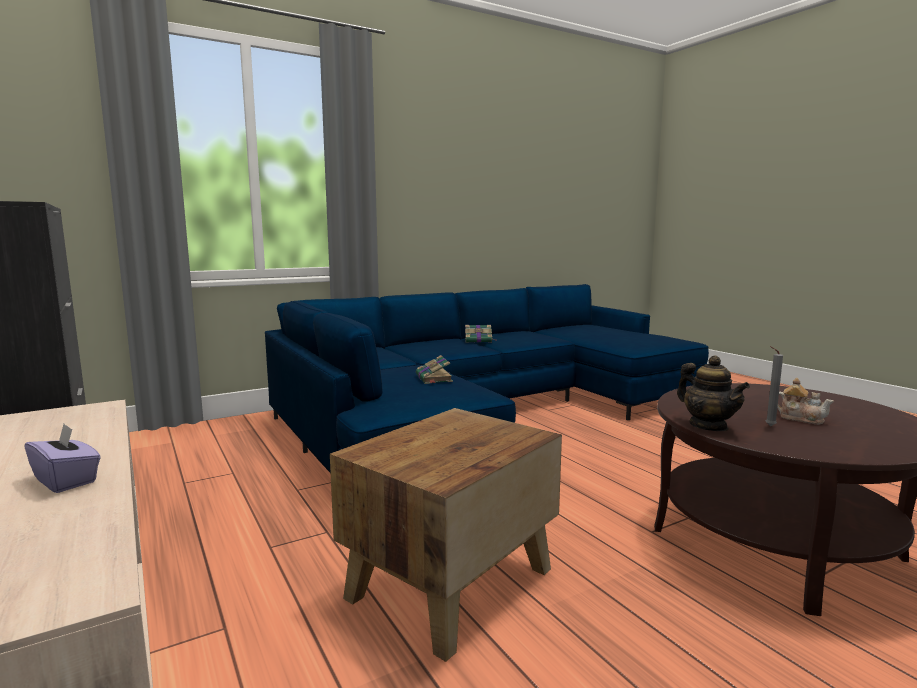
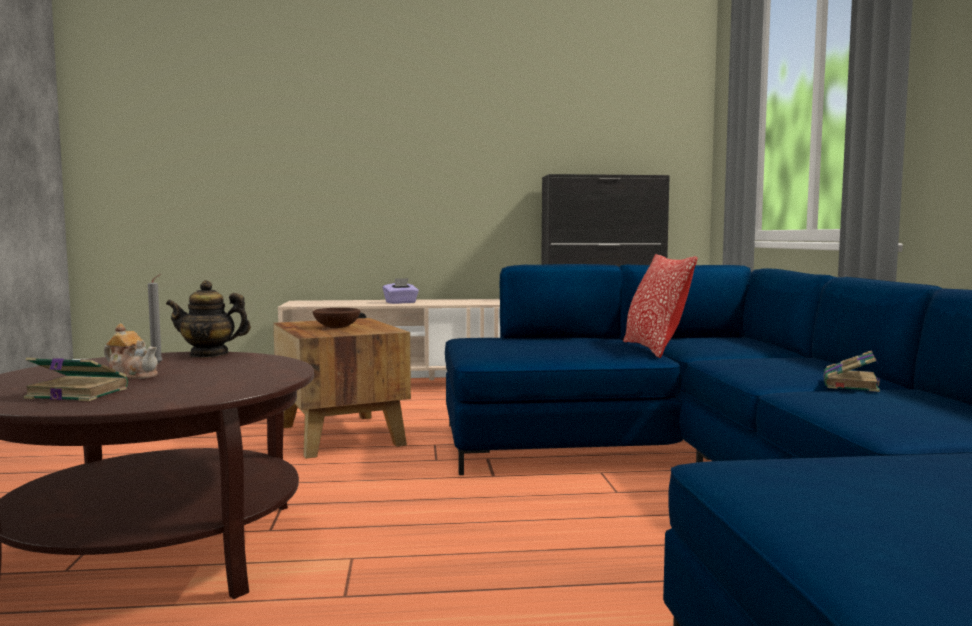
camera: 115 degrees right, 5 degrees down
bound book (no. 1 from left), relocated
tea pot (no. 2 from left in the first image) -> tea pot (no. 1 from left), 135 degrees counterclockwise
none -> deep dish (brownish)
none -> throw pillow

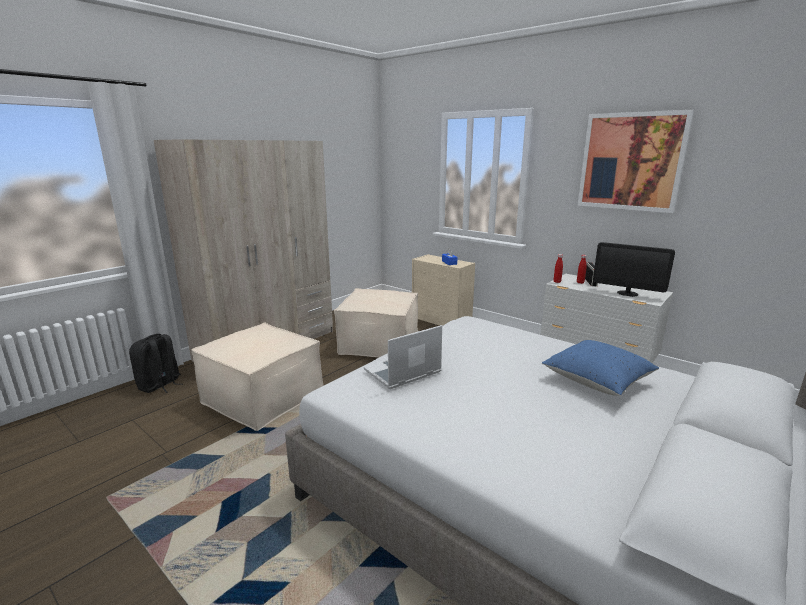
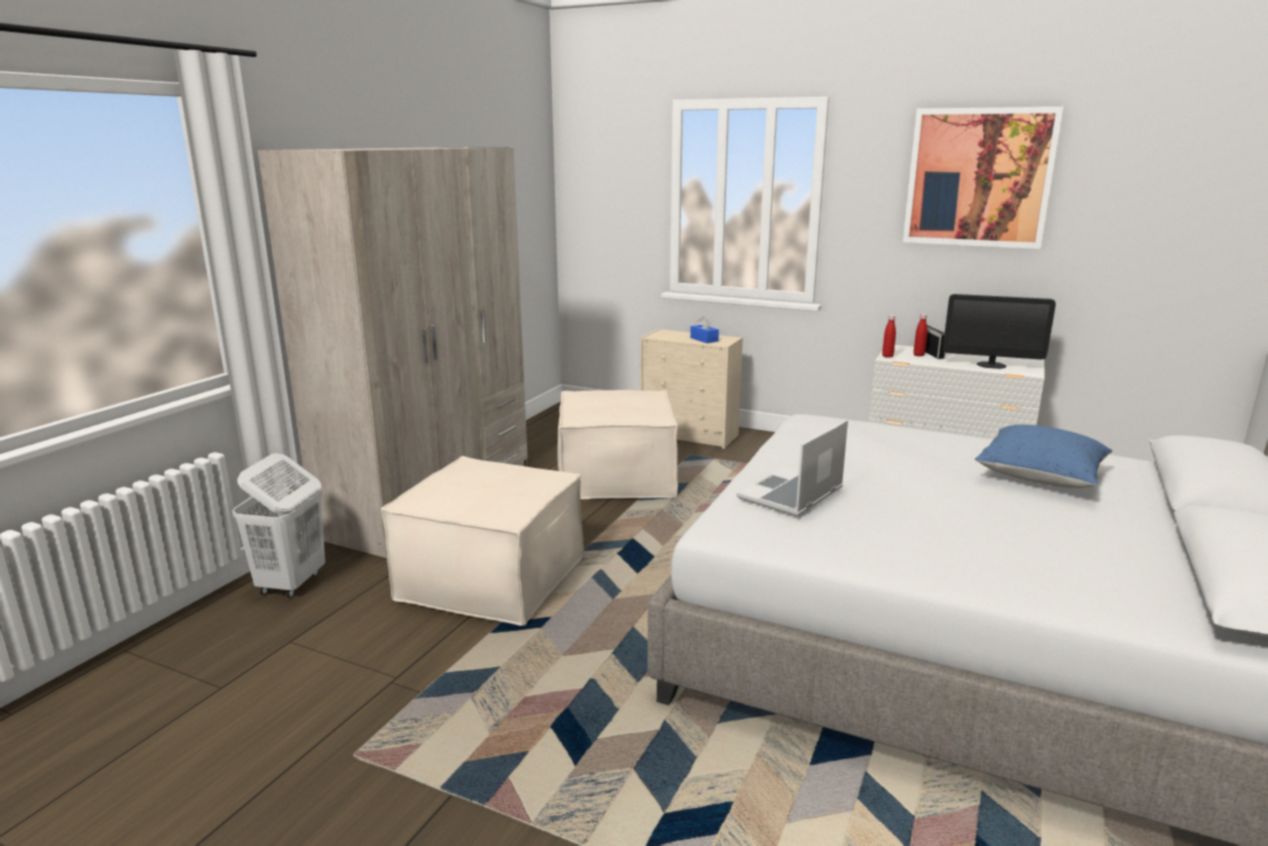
camera: 15 degrees left, 0 degrees up
rucksack (black-coloured) -> hamper (white-coloured)

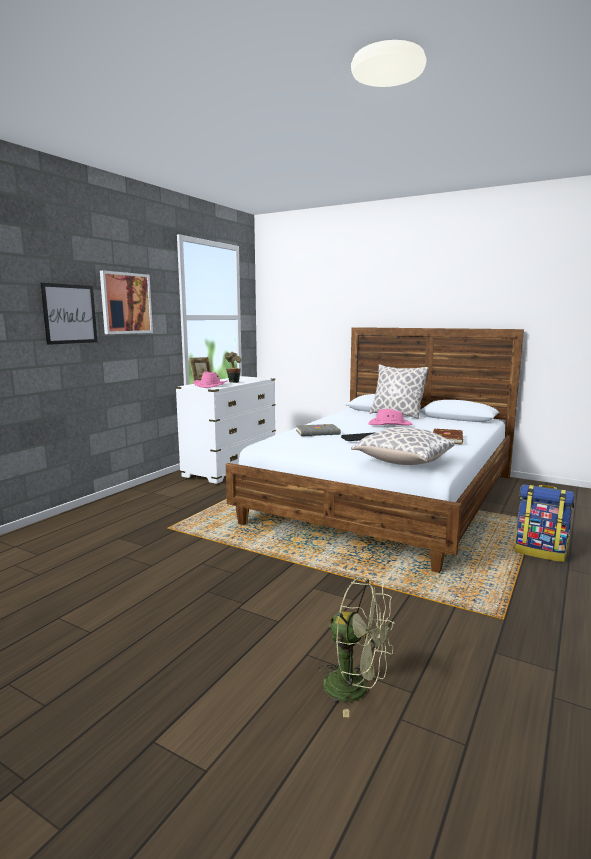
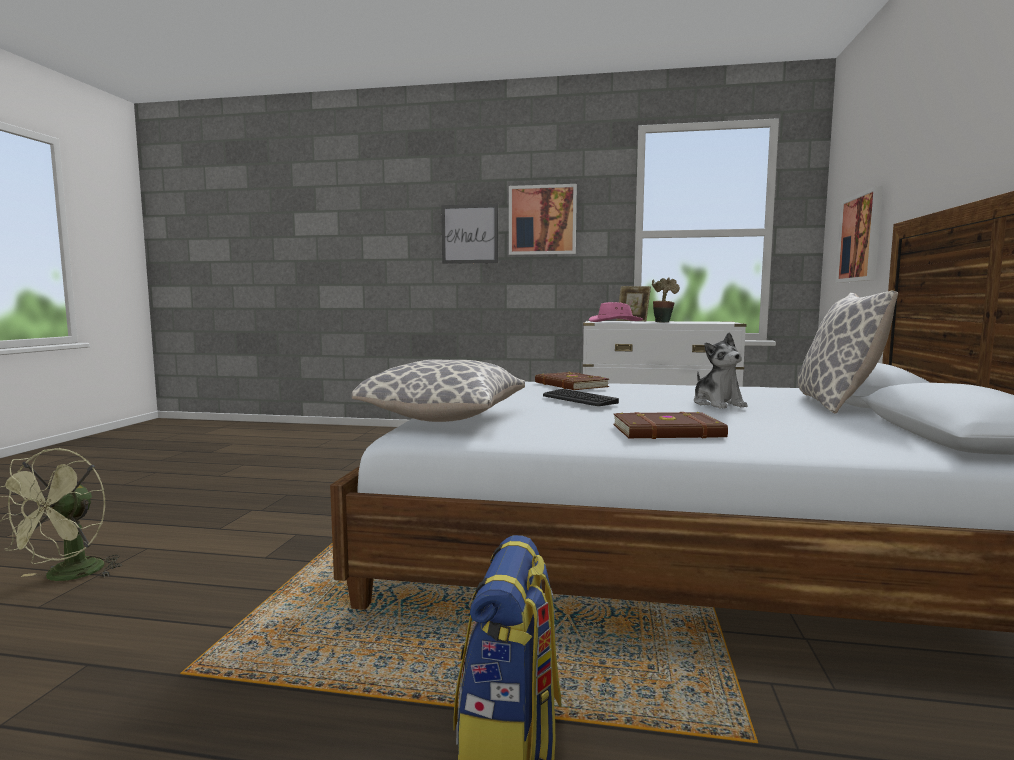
camera: 70 degrees right, 5 degrees down
bound book (gray) -> bound book (brownish) (no. 1 from left)
hat (pink-coloured) (no. 2 from left) -> soft toy
none -> wall art (no. 3 from left)

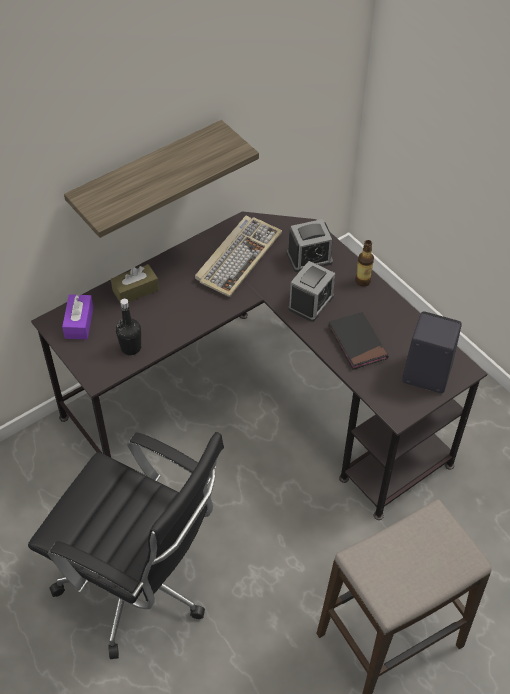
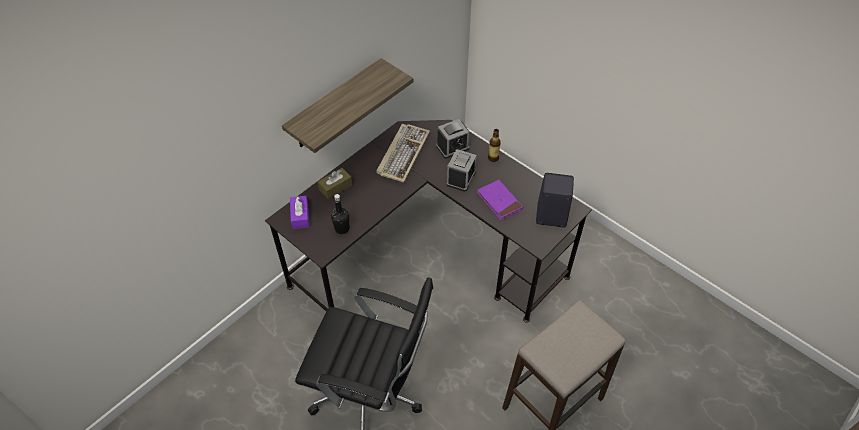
camera: 10 degrees left, 0 degrees up
bound book (black-coloured) -> bound book (purple-coloured)

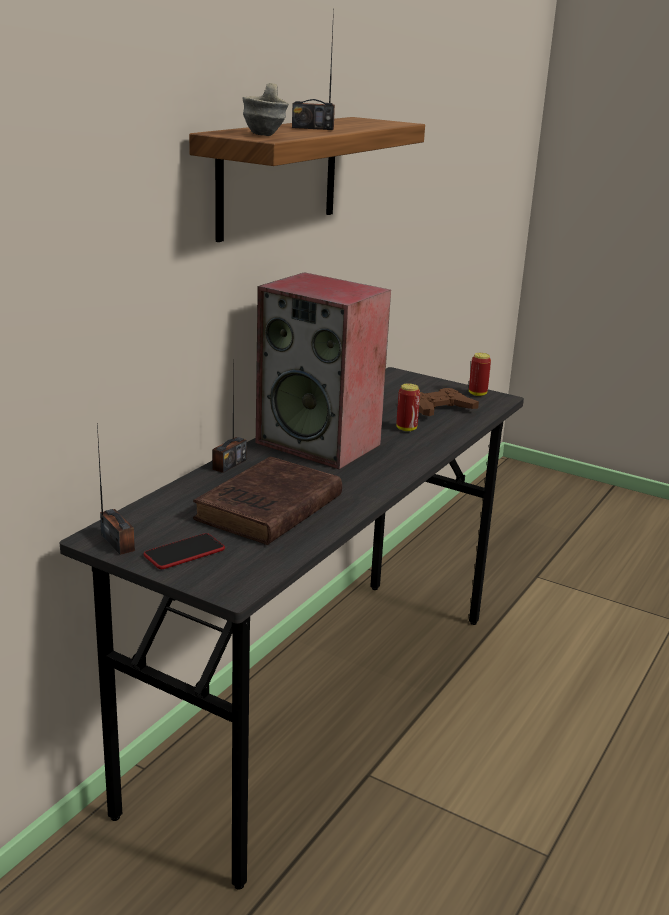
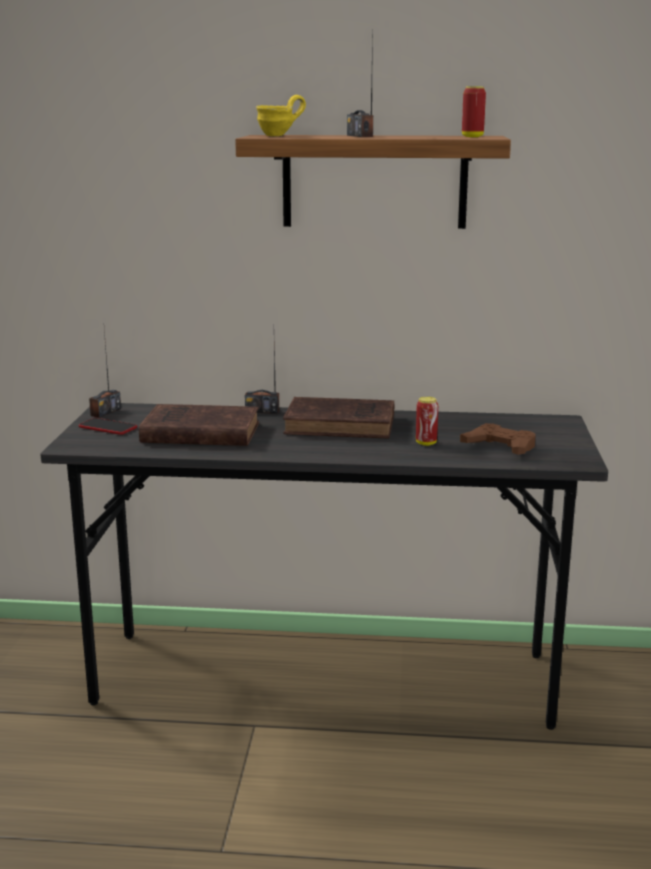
camera: 65 degrees right, 5 degrees down
mug (gray) -> mug (yellowish)
loudspeaker -> bound book (brownish) (no. 2 from left)
can (no. 2 from left), relocated

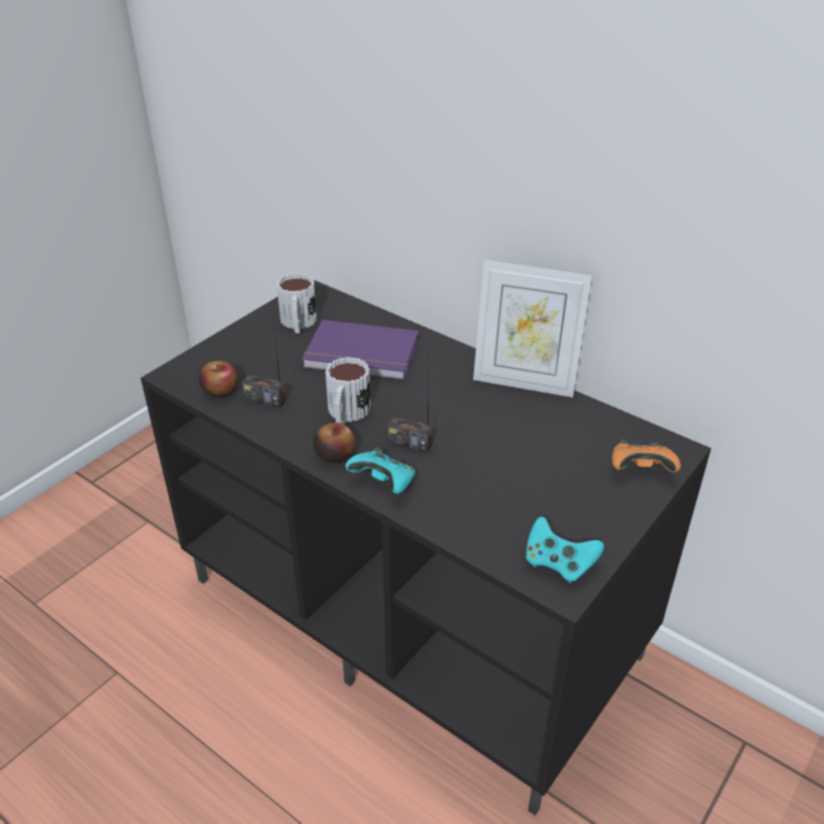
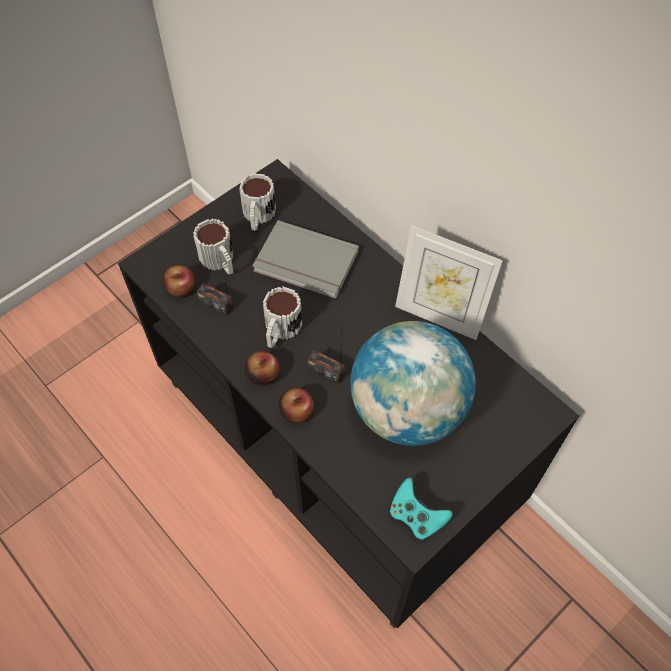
camera: 10 degrees right, 20 degrees up
bound book (purple-coloured) -> bound book (gray)
game controller (turquoise-coloured) (no. 1 from left) -> apple (no. 3 from left)
game controller (orange) -> none
none -> mug (no. 1 from left)
none -> globe

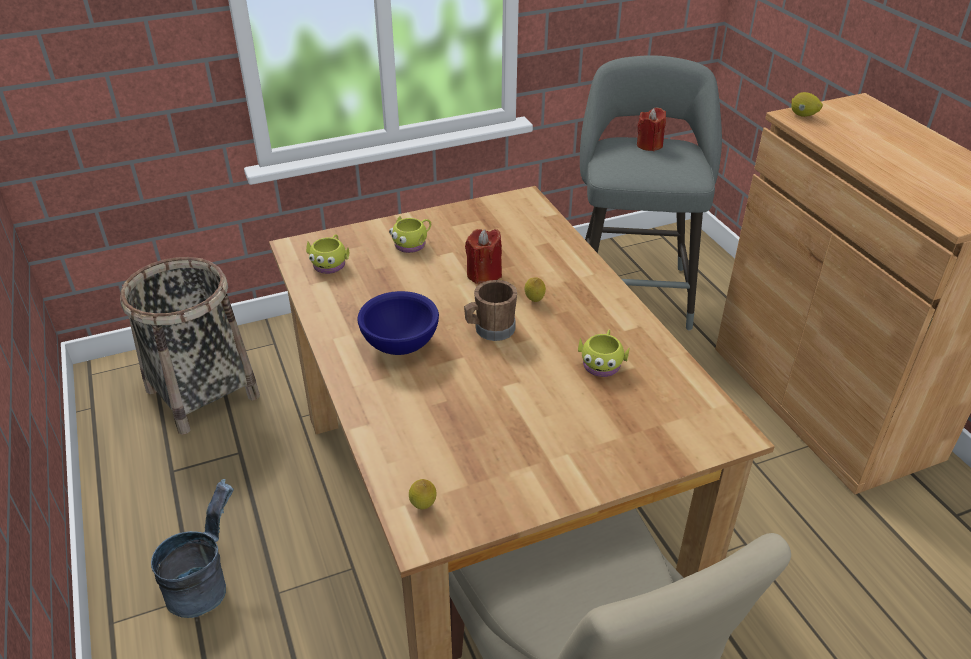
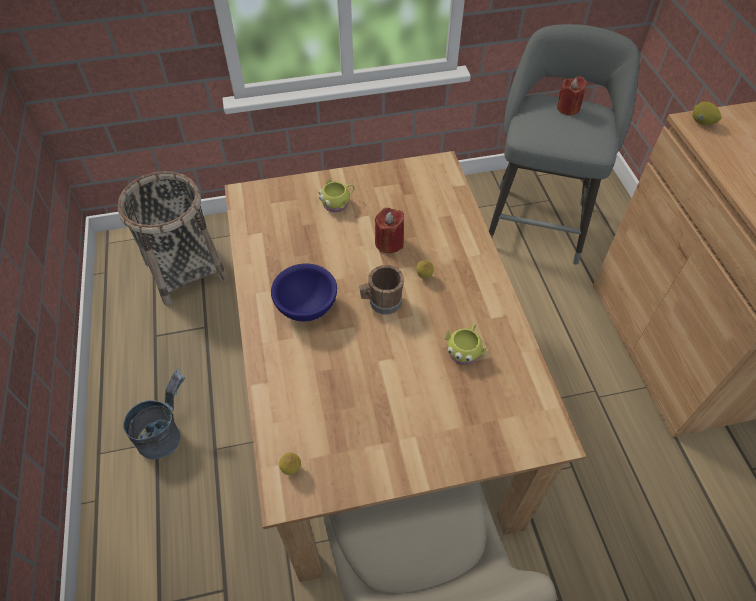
camera: 10 degrees right, 15 degrees up
mug (yellowish) (no. 1 from left) -> none

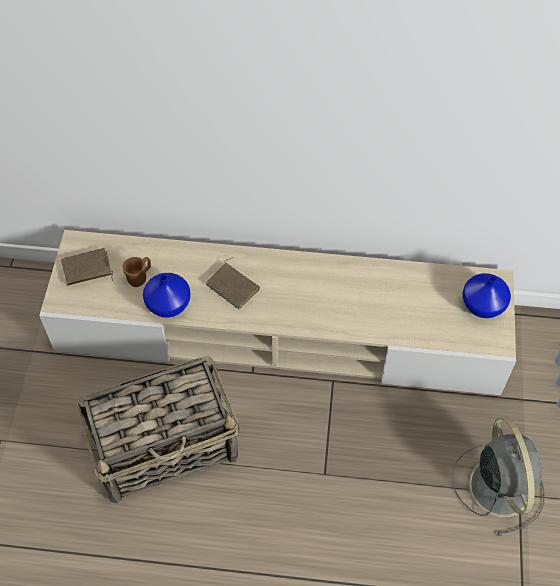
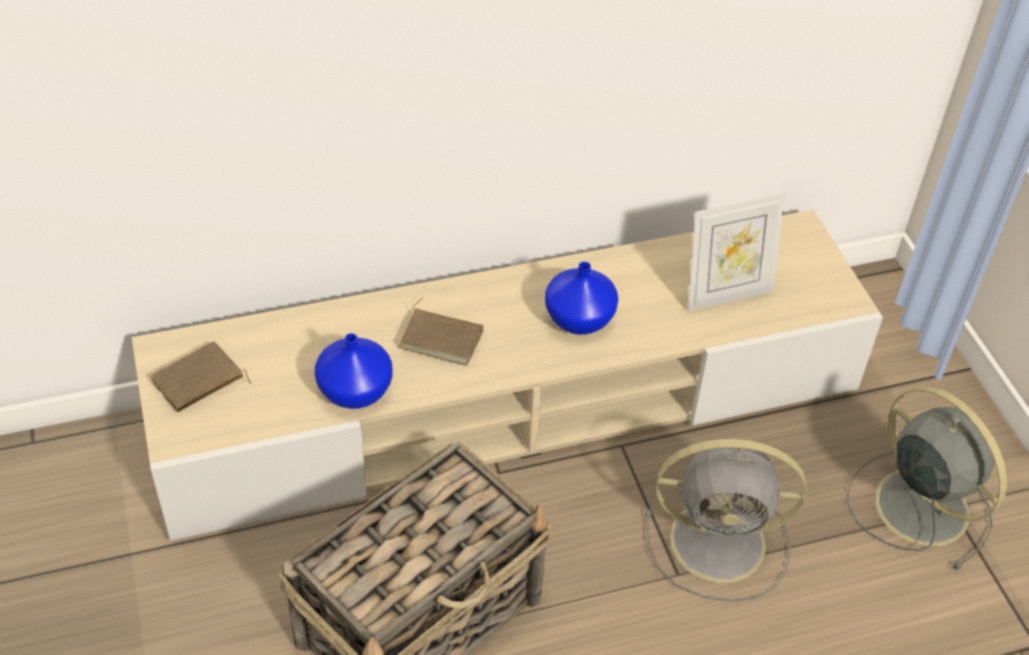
camera: 25 degrees left, 10 degrees down
mug (brownish) -> none
decorative vase (blue-coloured) (no. 2 from left), relocated
none -> fan (gray) (no. 1 from left)
none -> picture frame

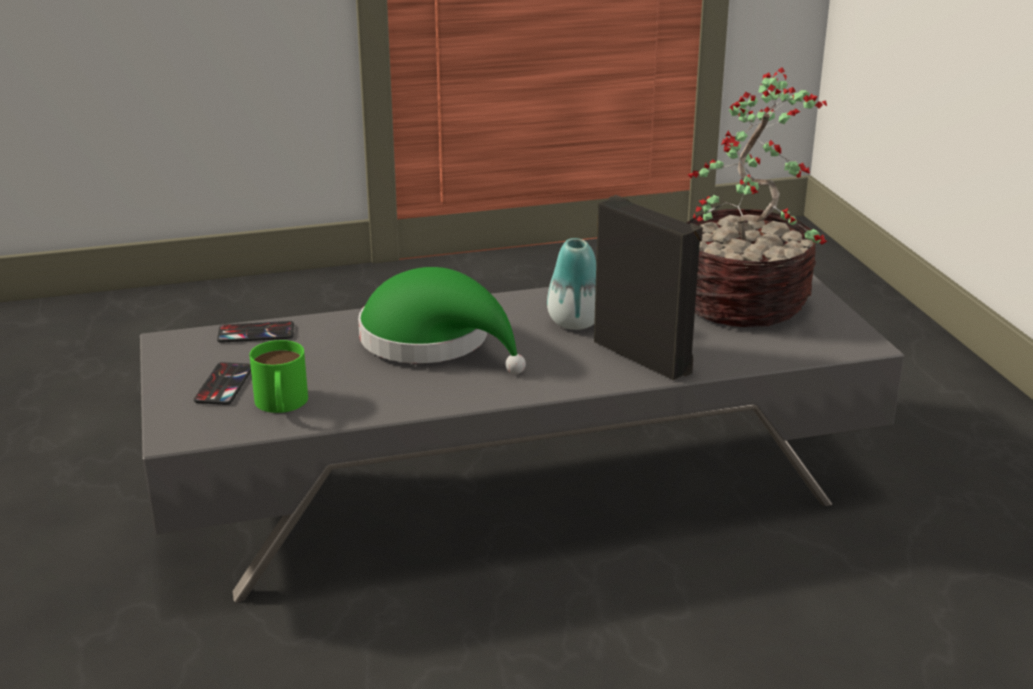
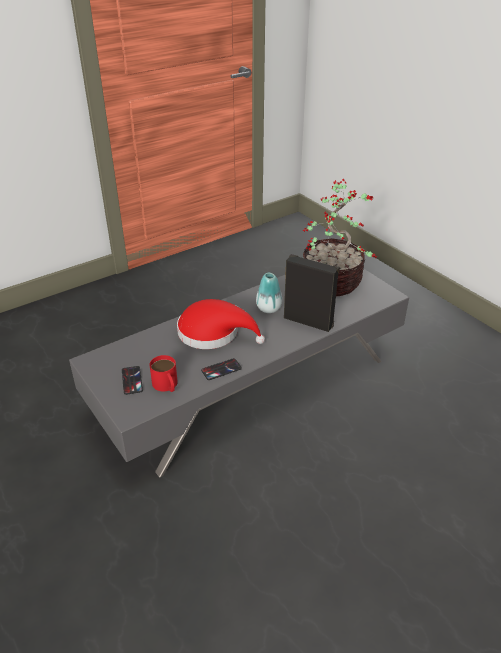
camera: 20 degrees left, 10 degrees up
handset (no. 2 from left), relocated
mug (green-coloured) -> mug (reddish)
hat (green-coloured) -> hat (reddish)

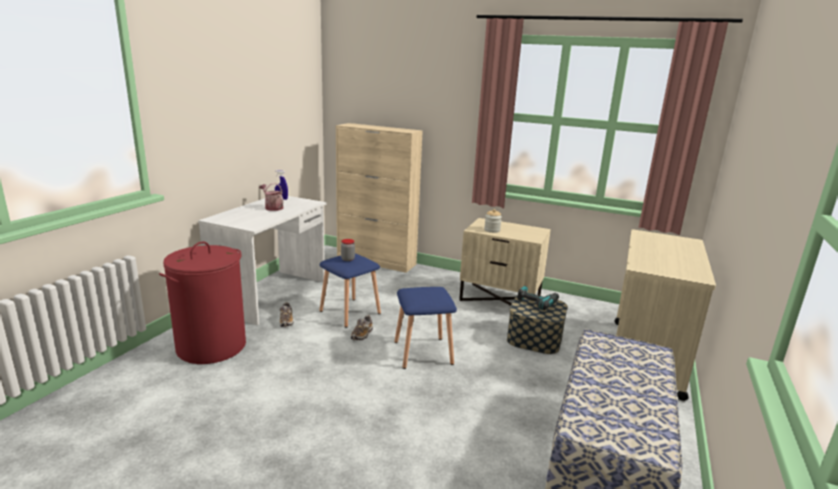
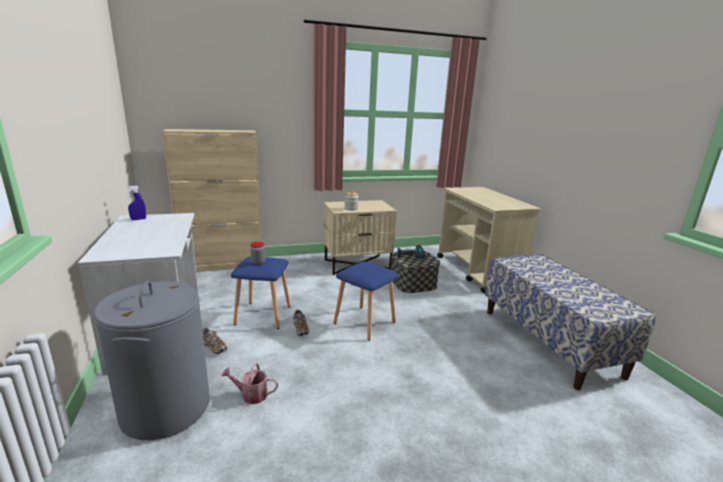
camera: 40 degrees left, 0 degrees up
hamper (reddish) -> hamper (gray)
watering can, relocated

